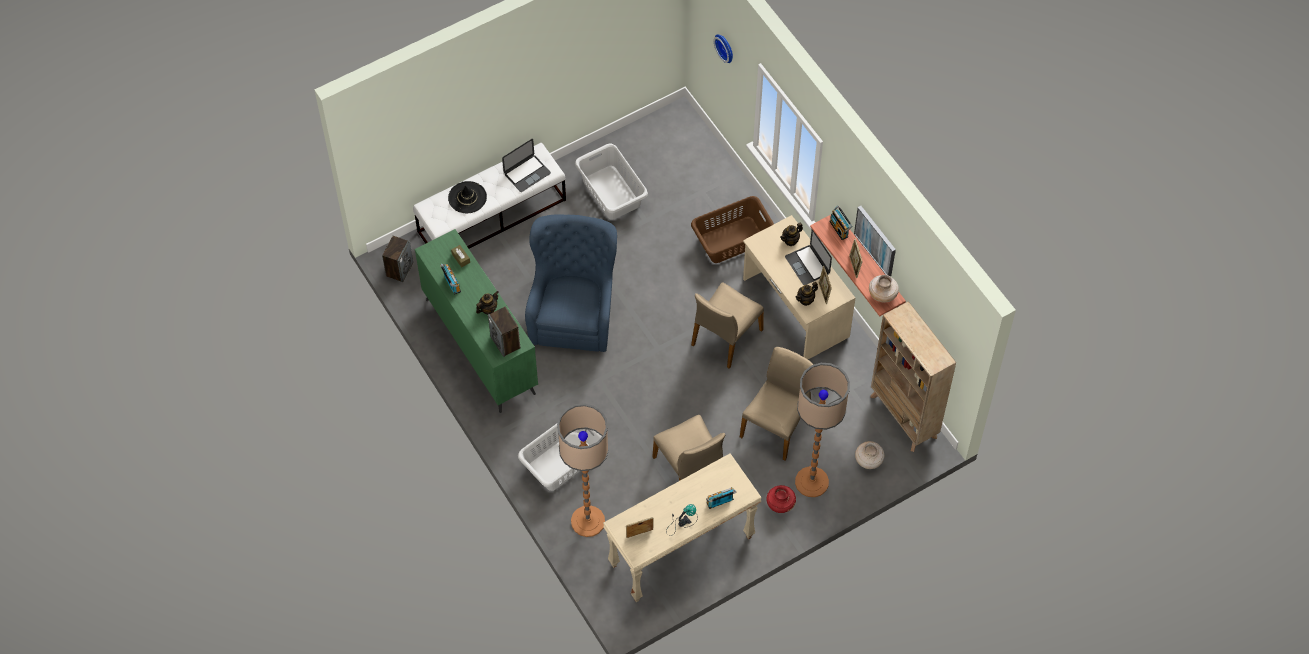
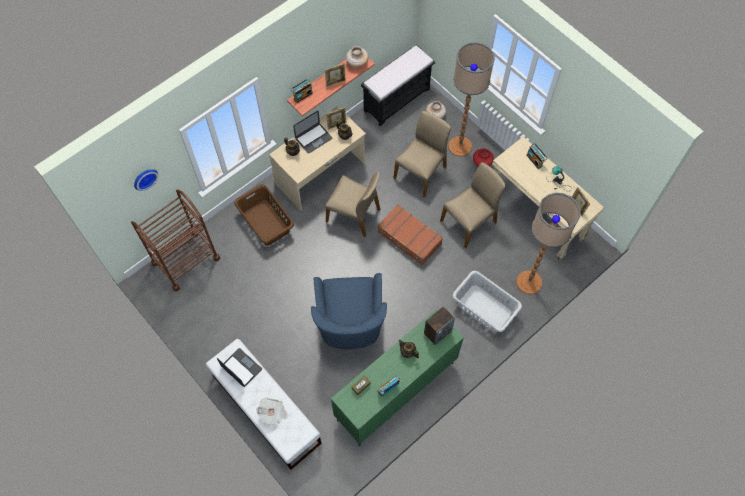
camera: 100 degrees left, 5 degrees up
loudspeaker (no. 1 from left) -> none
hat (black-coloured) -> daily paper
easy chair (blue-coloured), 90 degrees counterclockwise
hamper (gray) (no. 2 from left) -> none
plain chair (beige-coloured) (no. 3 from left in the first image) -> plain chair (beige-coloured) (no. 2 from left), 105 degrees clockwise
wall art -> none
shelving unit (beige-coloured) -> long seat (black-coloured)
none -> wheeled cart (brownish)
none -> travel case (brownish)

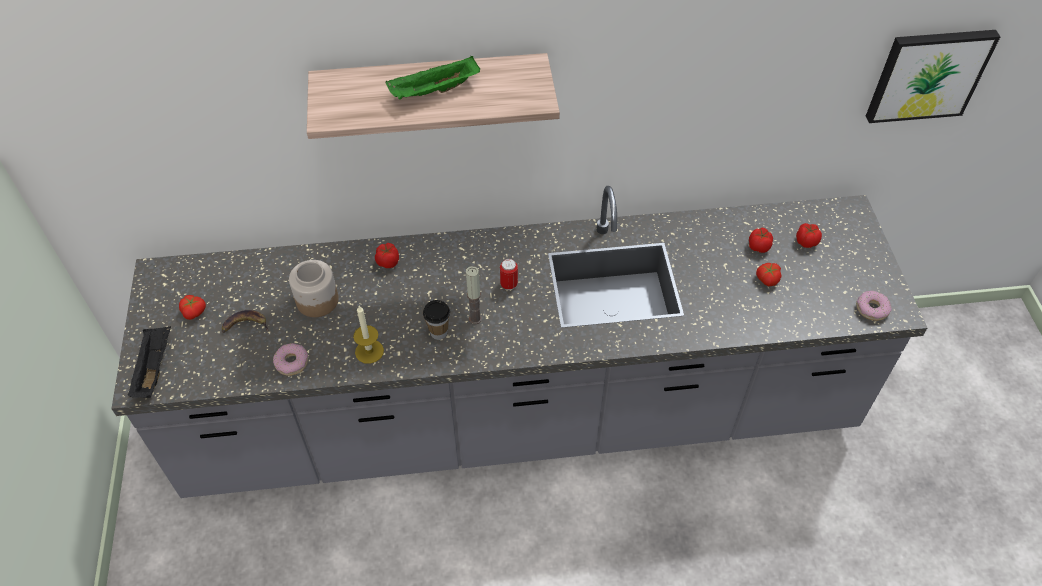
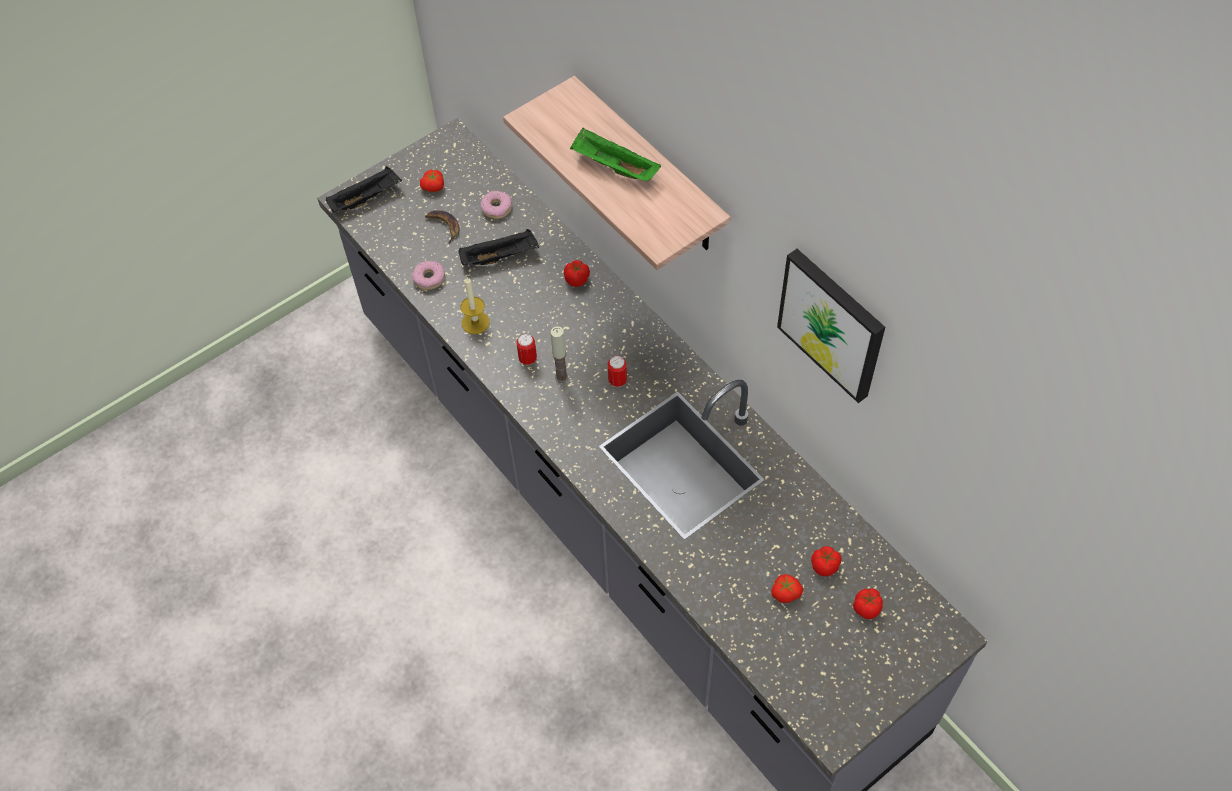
camera: 60 degrees right, 5 degrees up
jar -> tray (black-coloured) (no. 2 from left)
drinking cup -> can (no. 1 from left)
doughnut (no. 2 from left), relocated
wall art, relocated

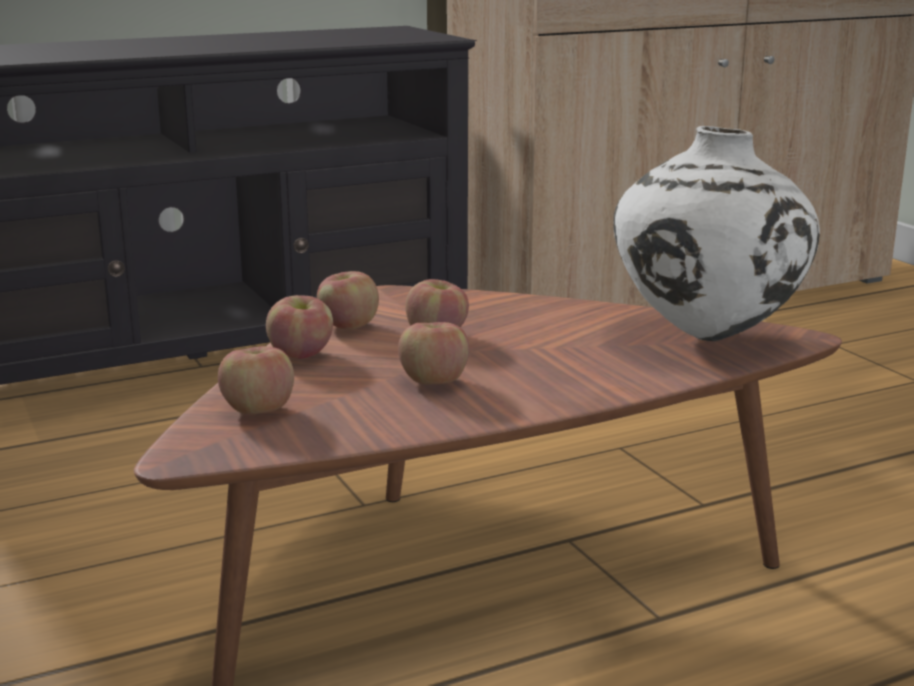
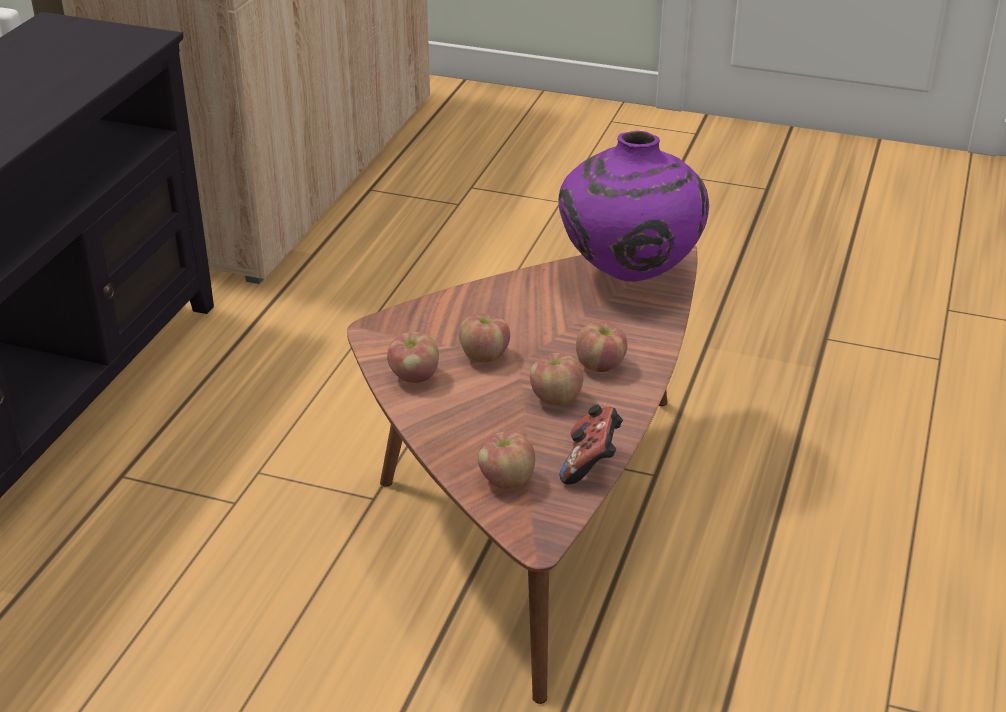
camera: 45 degrees left, 15 degrees up
apple (no. 2 from left in the first image) -> apple (no. 5 from left), relocated
decorative vase (white-coloured) -> decorative vase (purple-coloured)
none -> game controller

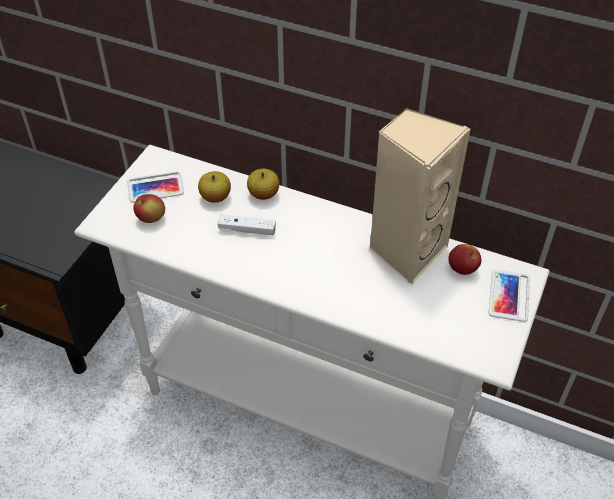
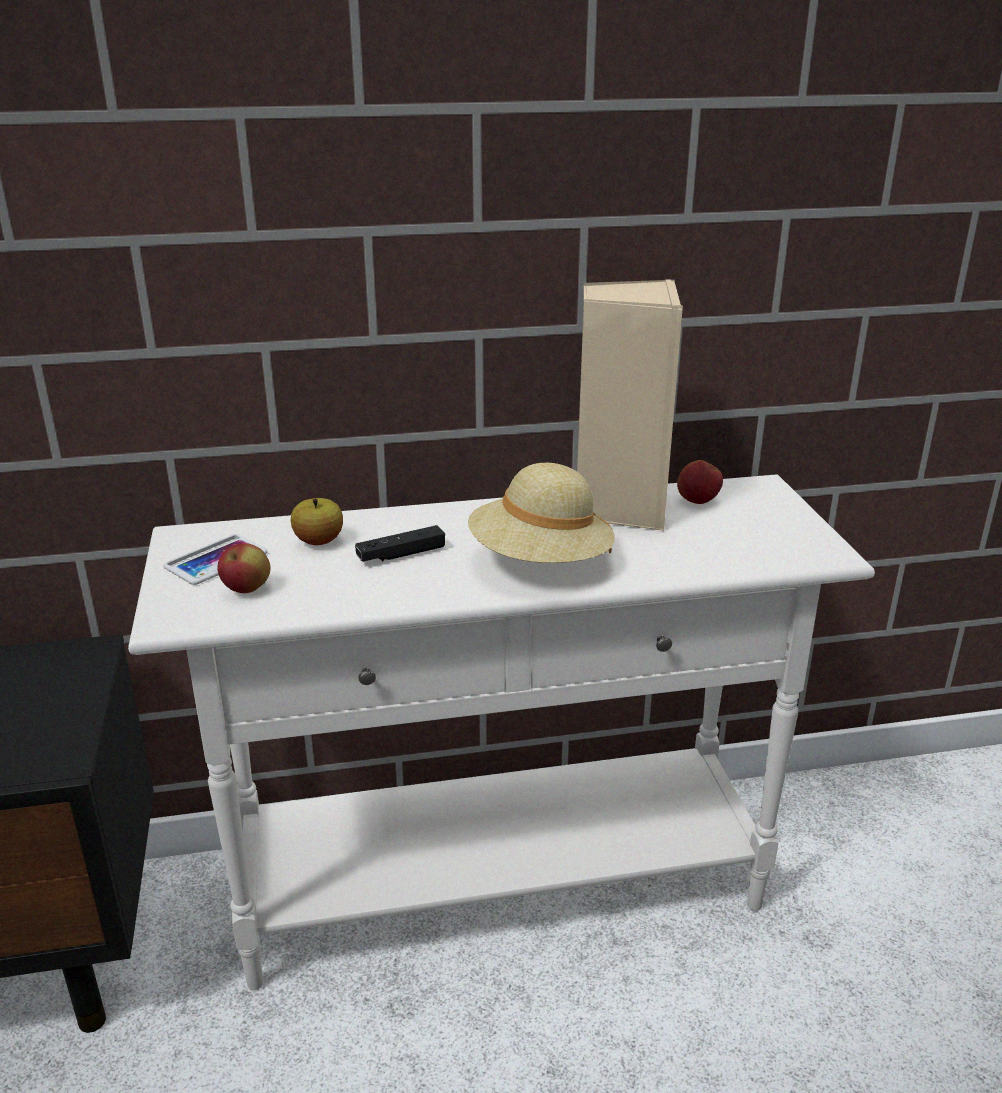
camera: 35 degrees left, 20 degrees down
game controller (white-coloured) -> game controller (black-coloured)
apple (no. 3 from left) -> none
handset (no. 2 from left) -> none
none -> hat (beige-coloured)

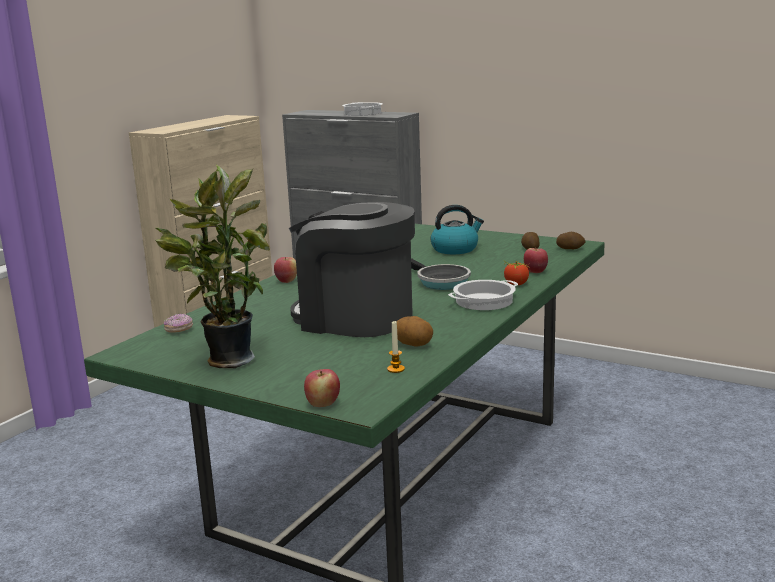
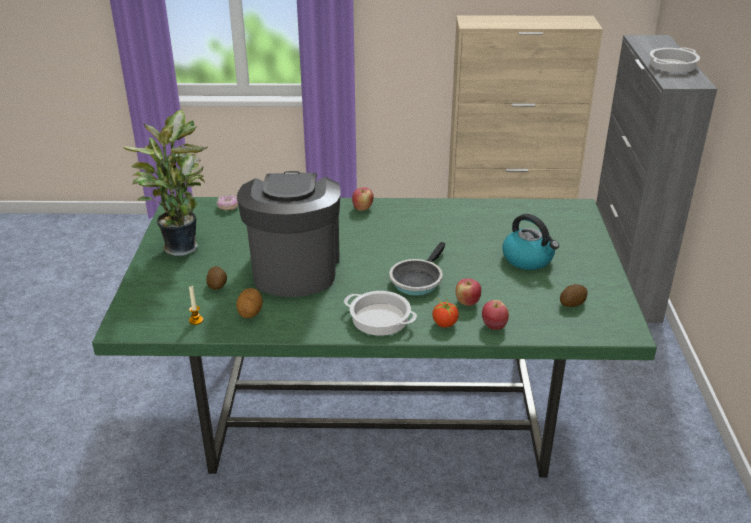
camera: 60 degrees right, 15 degrees up
apple (no. 2 from left), relocated
whole potato (no. 3 from left in the first image) -> whole potato (no. 1 from left), relocated

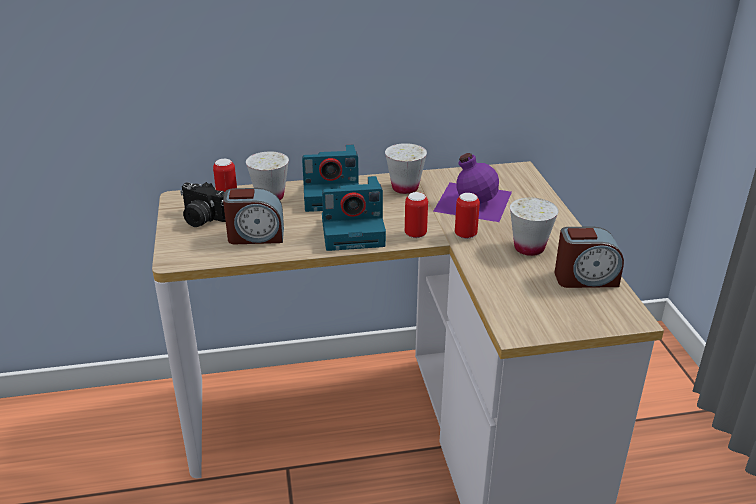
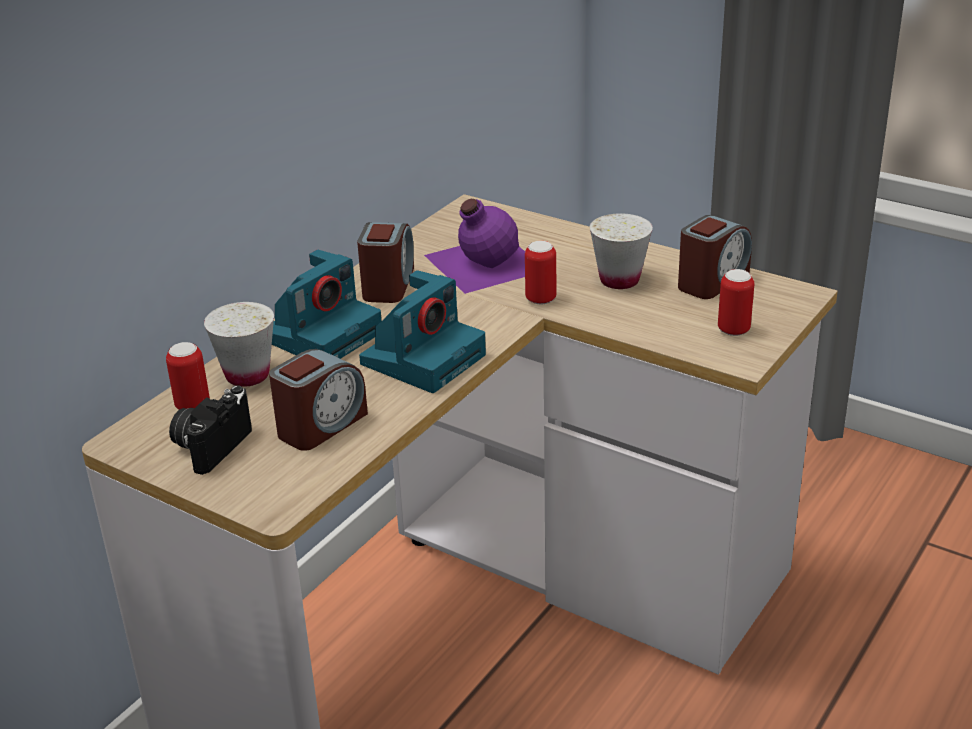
camera: 45 degrees left, 0 degrees up
photo camera (no. 1 from left), 135 degrees clockwise
drinking cup (white-coloured) (no. 2 from left) -> bedside clock (no. 2 from left)
can (no. 2 from left in the first image) -> can (no. 3 from left), relocated

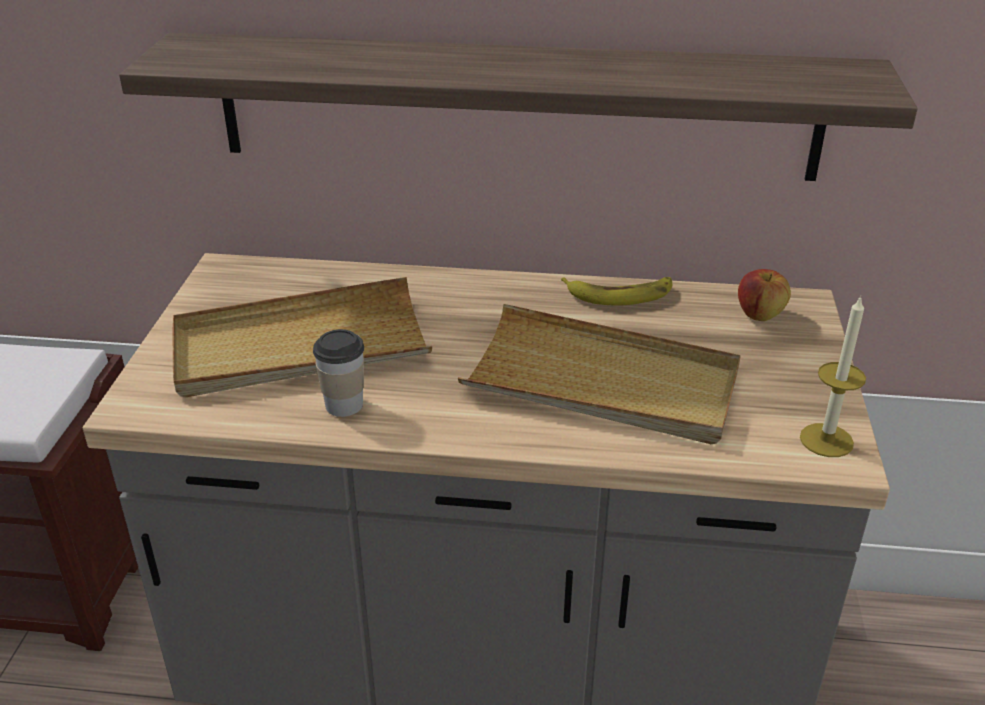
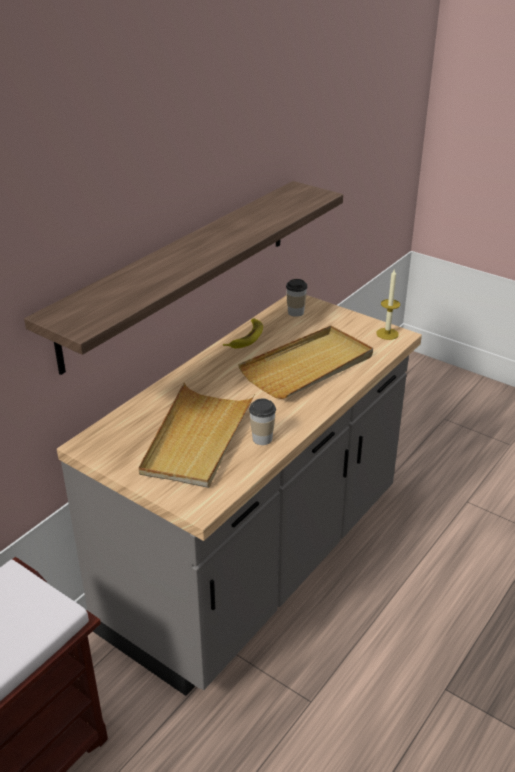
camera: 60 degrees left, 0 degrees up
apple -> drinking cup (no. 2 from left)

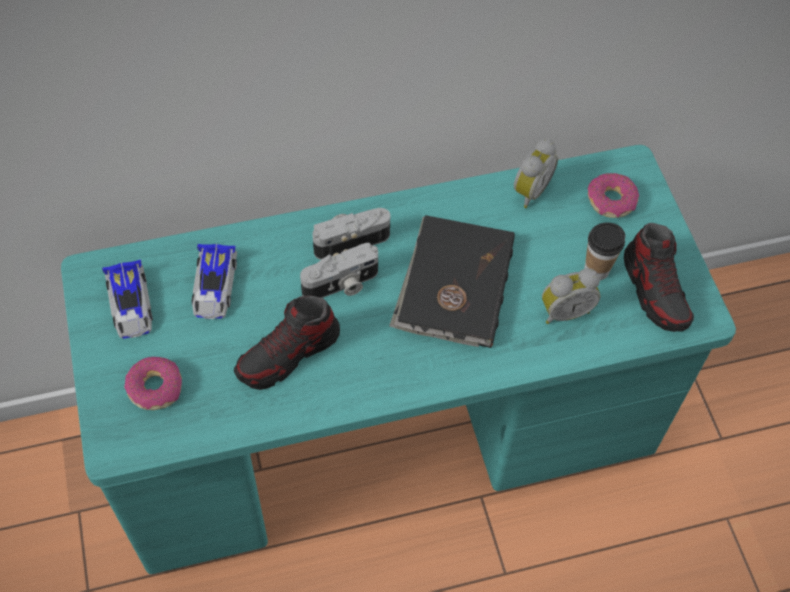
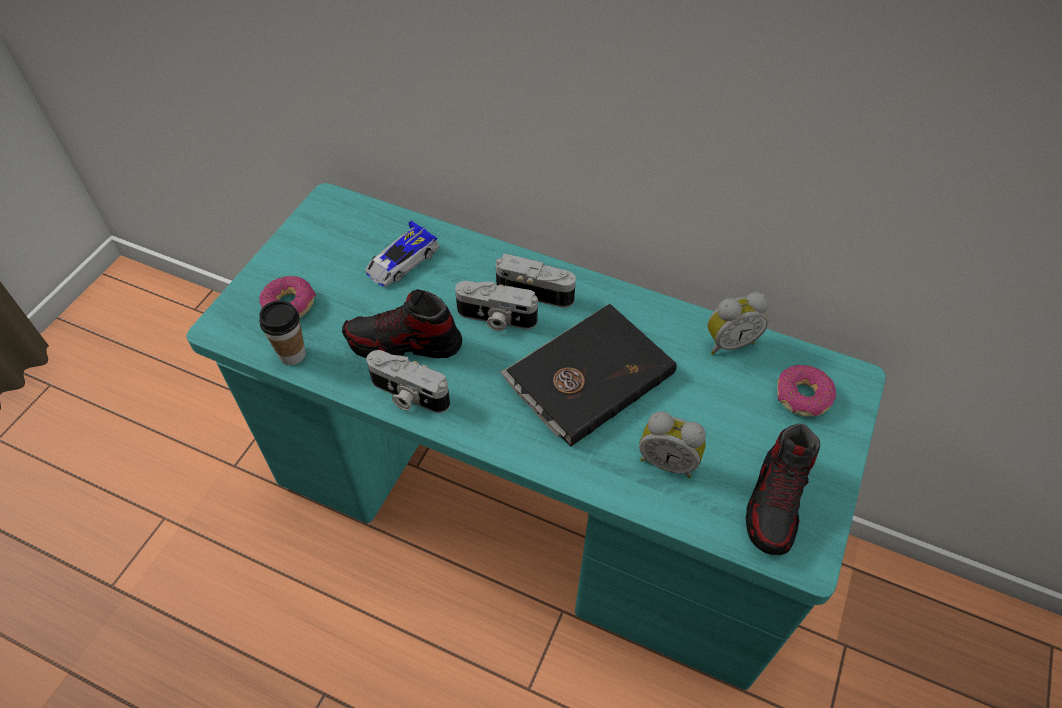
camera: 40 degrees right, 5 degrees down
miniature car (no. 1 from left) -> none
drinking cup, relocated
none -> photo camera (no. 1 from left)

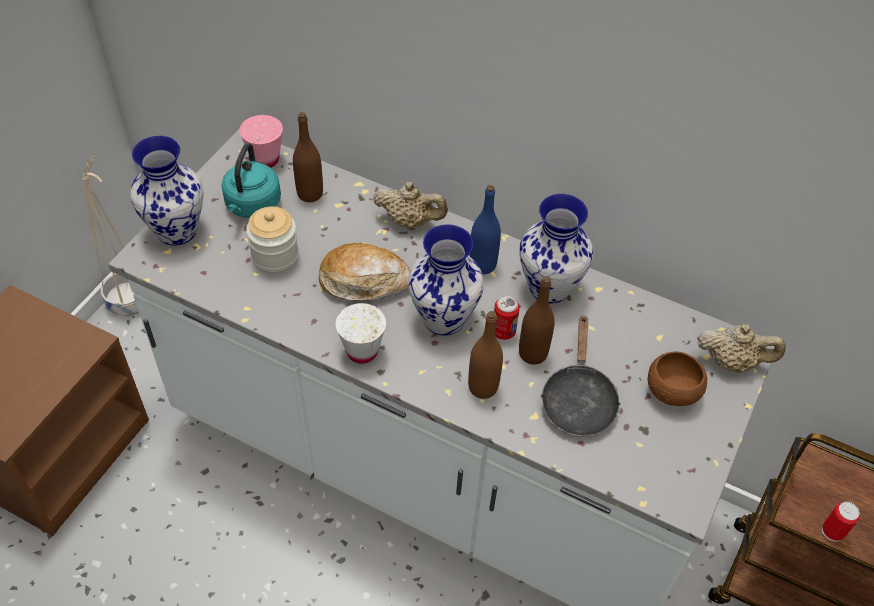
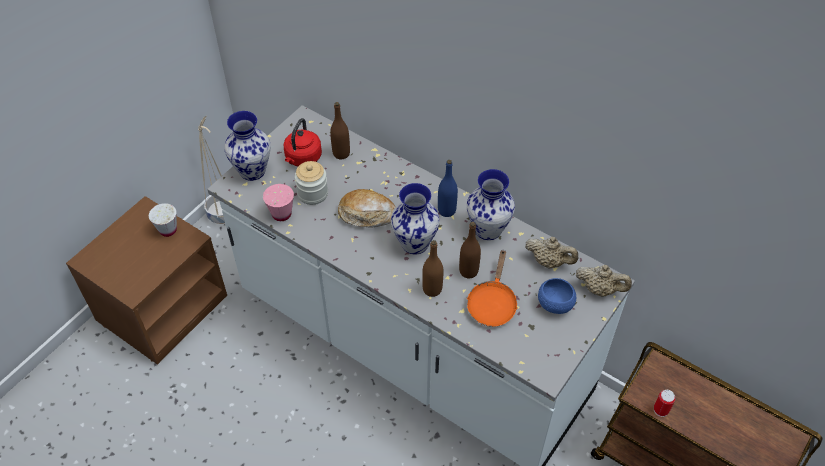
camera: 10 degrees right, 0 degrees up
water kettle (turquoise-coloured) -> water kettle (reddish)
drinking cup (pink-coloured), relocated
drinking cup (white-coloured), relocated
tea pot (beige-coloured) (no. 1 from left), relocated
can (no. 1 from left) -> none
pan (black-coloured) -> pan (orange)
deep dish (brownish) -> deep dish (blue-coloured)

